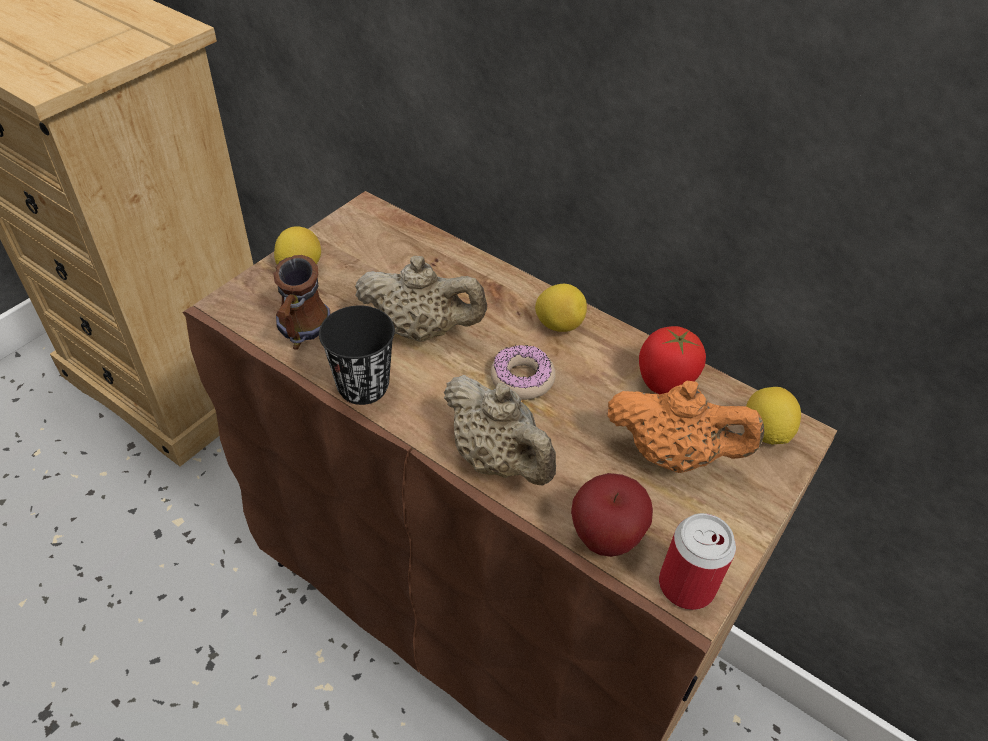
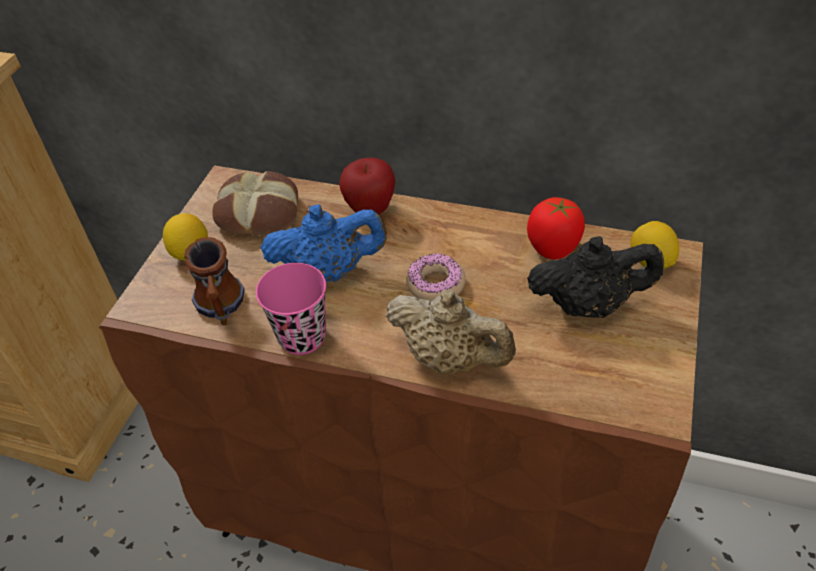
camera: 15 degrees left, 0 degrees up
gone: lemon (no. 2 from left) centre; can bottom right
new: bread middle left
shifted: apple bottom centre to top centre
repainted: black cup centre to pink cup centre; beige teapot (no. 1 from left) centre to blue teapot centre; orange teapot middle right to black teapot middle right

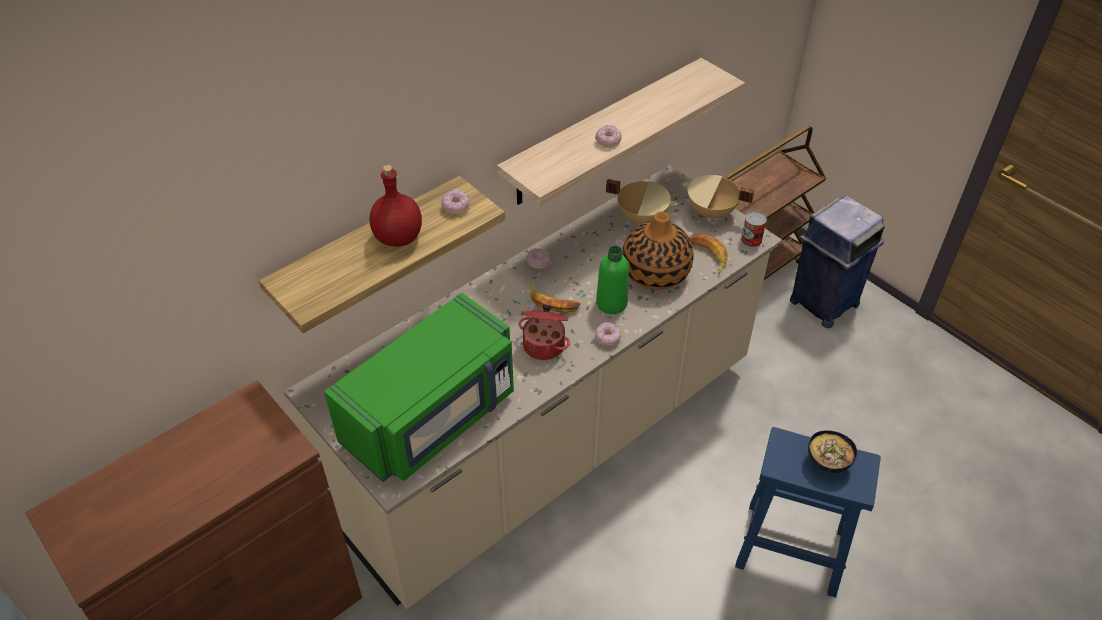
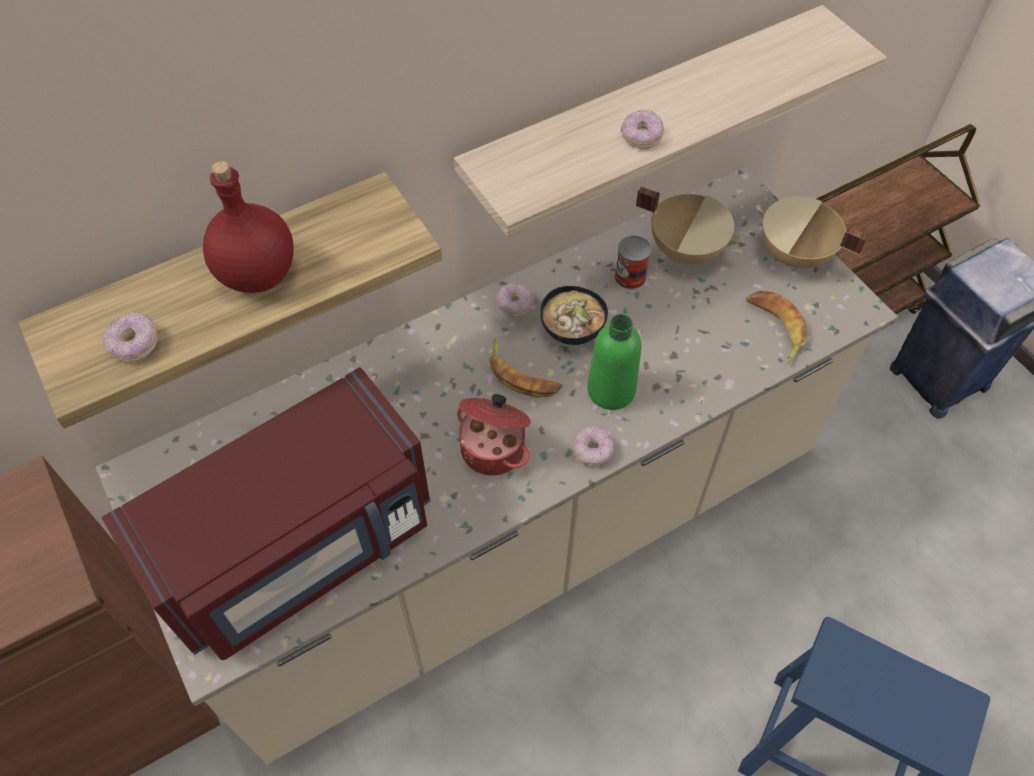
camera: 10 degrees right, 10 degrees up
gone: vase centre
shifted: donut (no. 1 from left) top centre to middle left; can middle right to centre; bowl bottom right to centre
repainted: green microwave centre to red microwave middle left

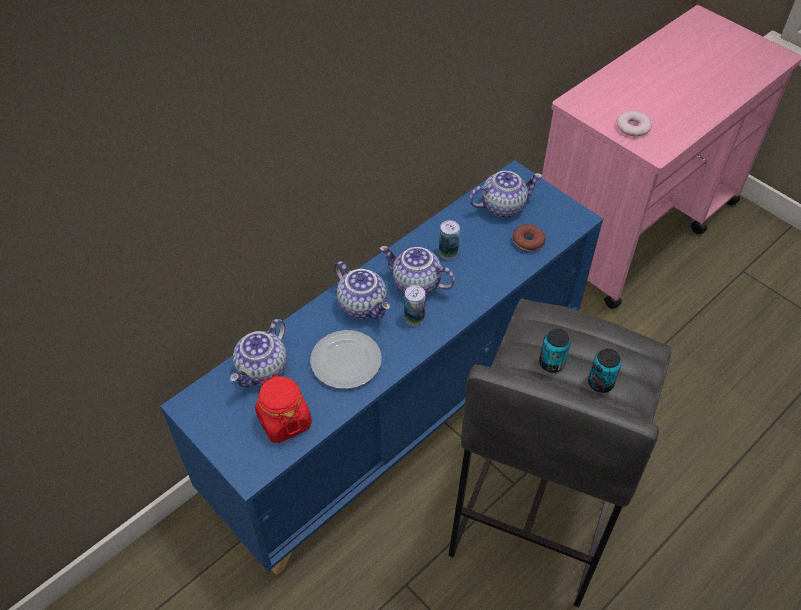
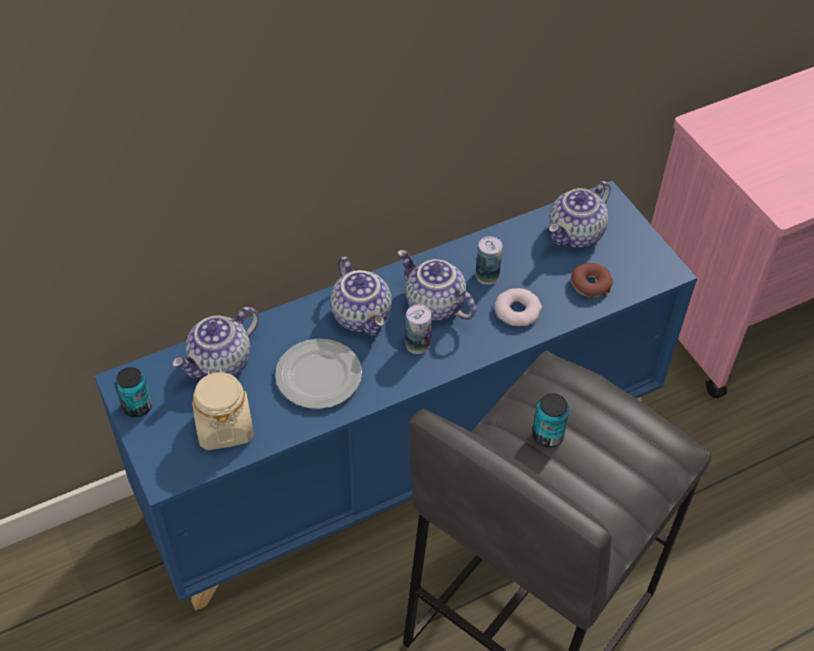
camera: 15 degrees right, 0 degrees up
shifted: can (no. 4 from left in the first image) middle right to can (no. 1 from left) middle left; donut (no. 2 from left in the first image) top right to donut (no. 1 from left) centre
repainted: red jar bottom centre to beige jar middle left
rotated: teapot (no. 4 from left) top centre = top right 135 degrees clockwise

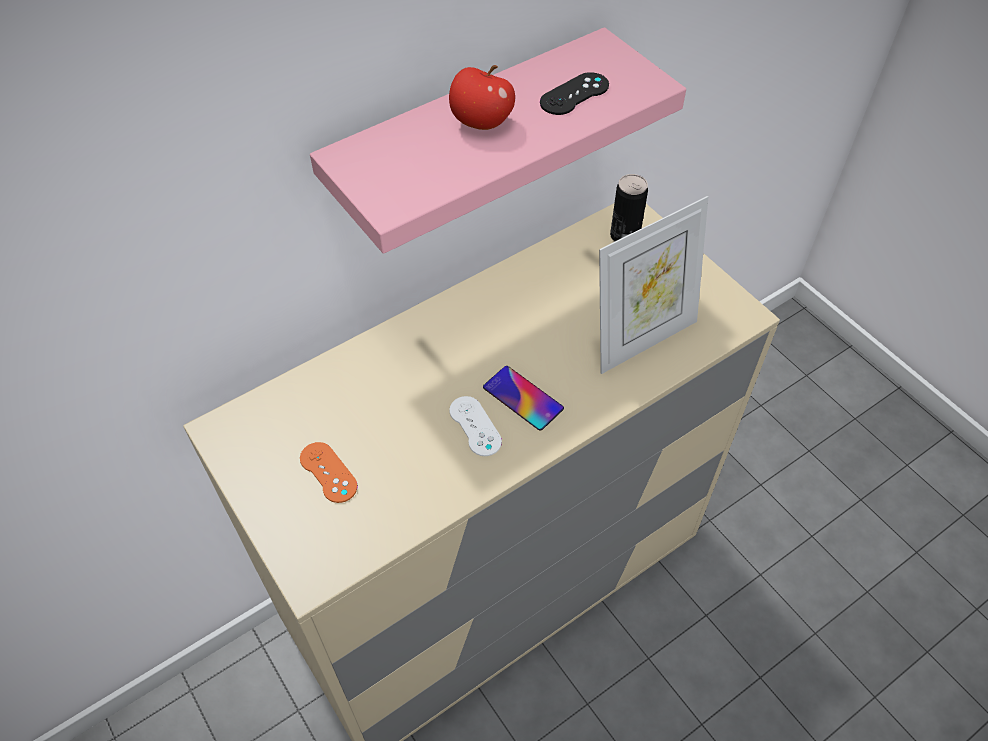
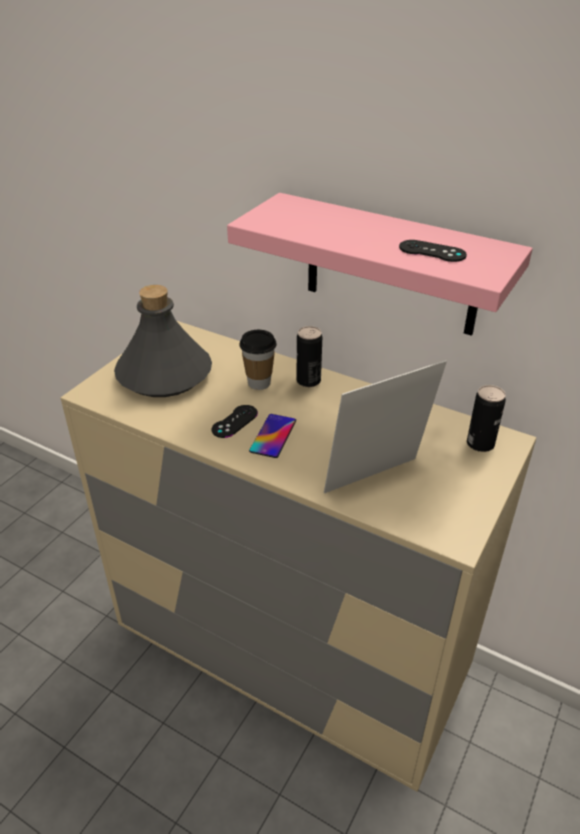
camera: 65 degrees right, 15 degrees down
gone: apple top centre
new: cup centre; can (no. 1 from left) centre
swapped: orange game controller middle left to grey bottle middle left
repainted: white game controller centre to black game controller (no. 1 from left) centre
rotated: picture frame centre = centre 120 degrees clockwise

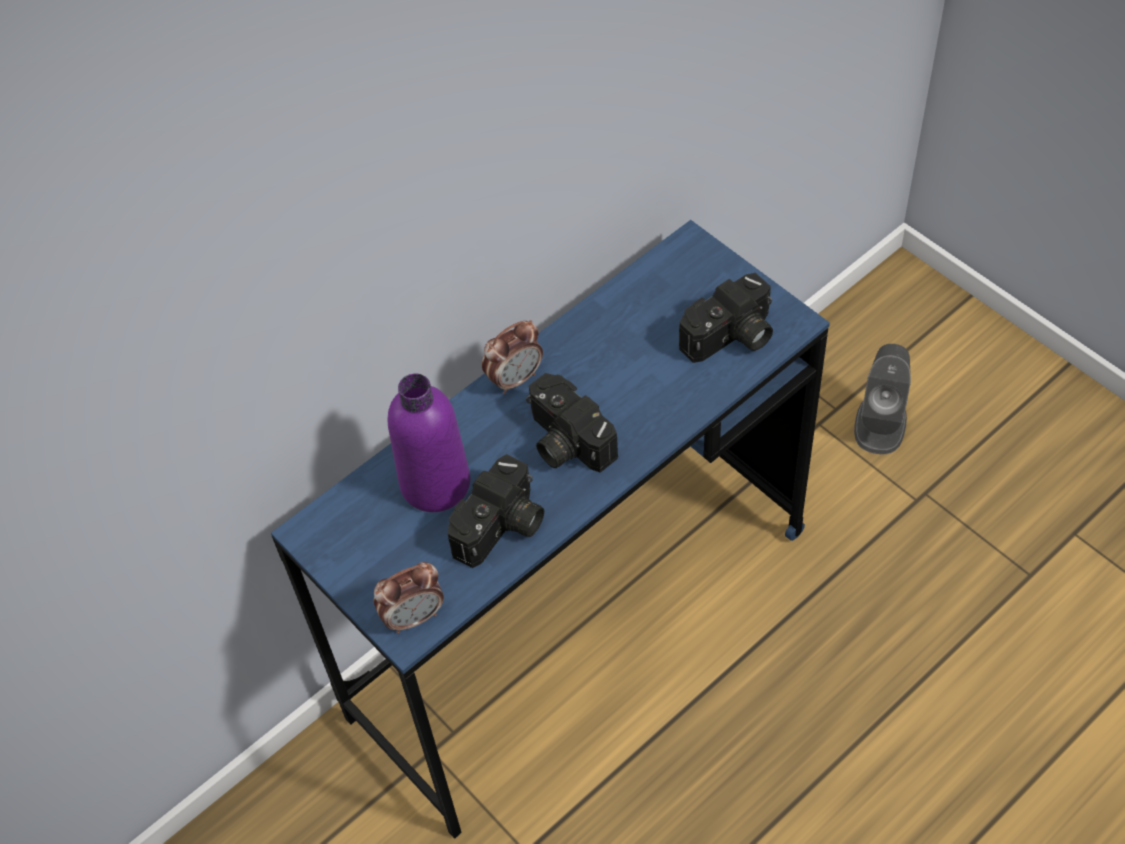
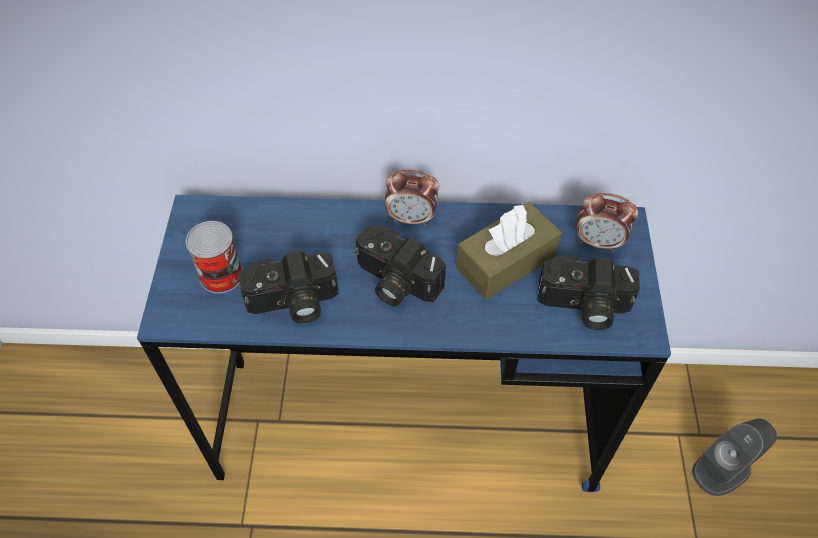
camera: 40 degrees right, 0 degrees up
gone: purple bottle centre
new: can middle left; brown tissue box centre
shifted: alarm clock (no. 1 from left in the first image) bottom centre to alarm clock (no. 2 from left) middle right
rotated: photo camera (no. 2 from left) centre = centre 60 degrees counterclockwise

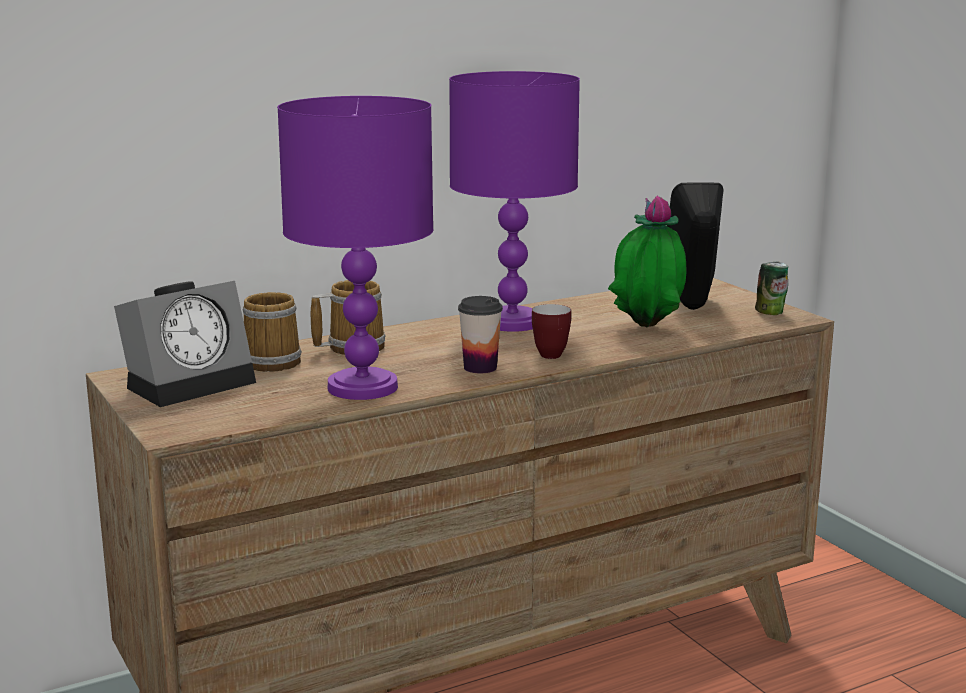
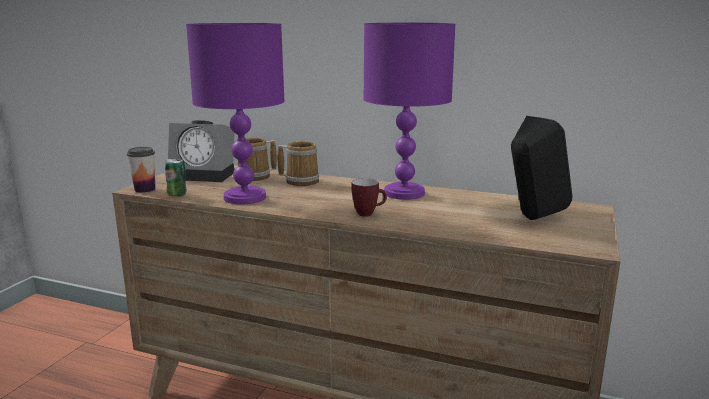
camera: 50 degrees right, 0 degrees up
gone: potted plant middle right
shifted: cup centre to middle left; can middle right to middle left

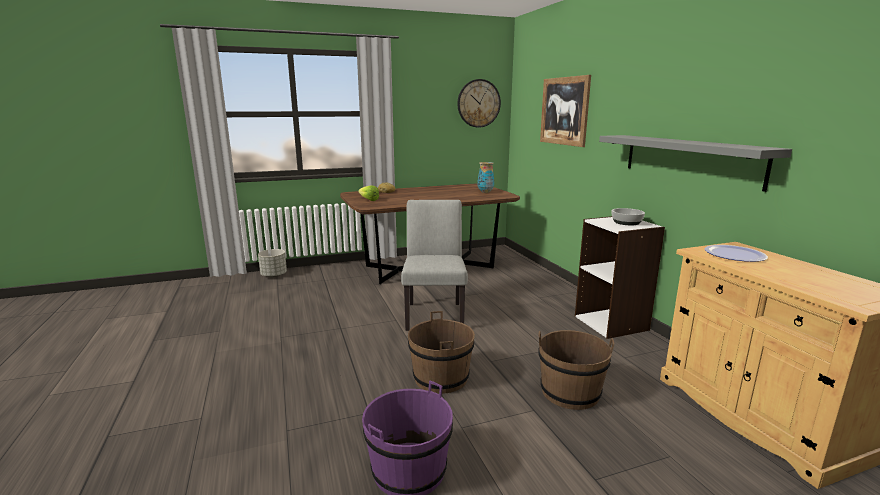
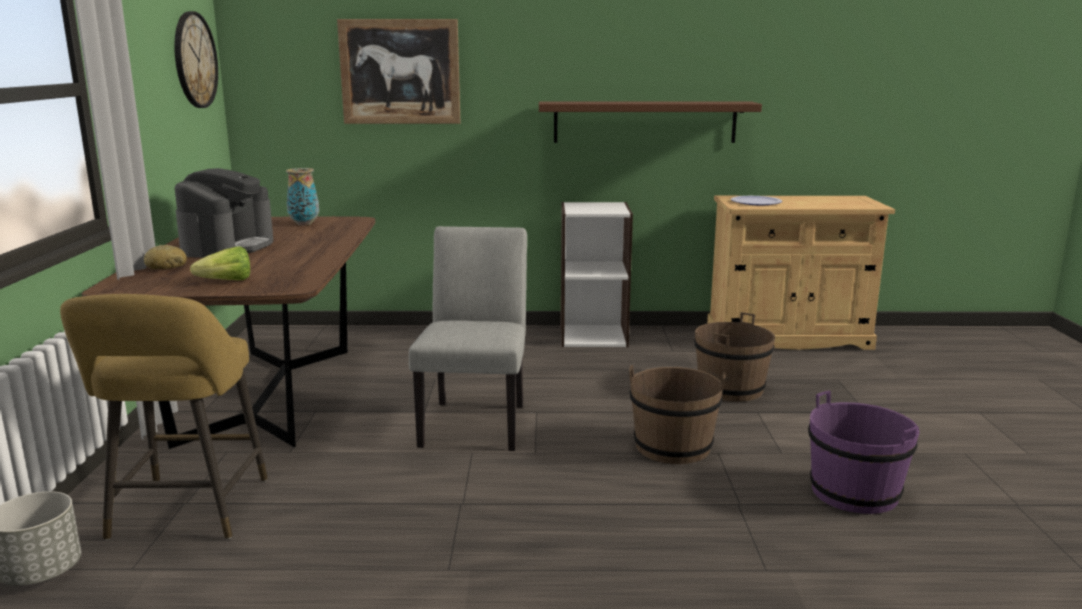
camera: 70 degrees left, 0 degrees up
gone: bowl middle right
new: yellow stool bottom left; coffee machine middle left
repainted: grey shelf top right to brown shelf top centre
rotated: grey chair centre = centre 75 degrees clockwise

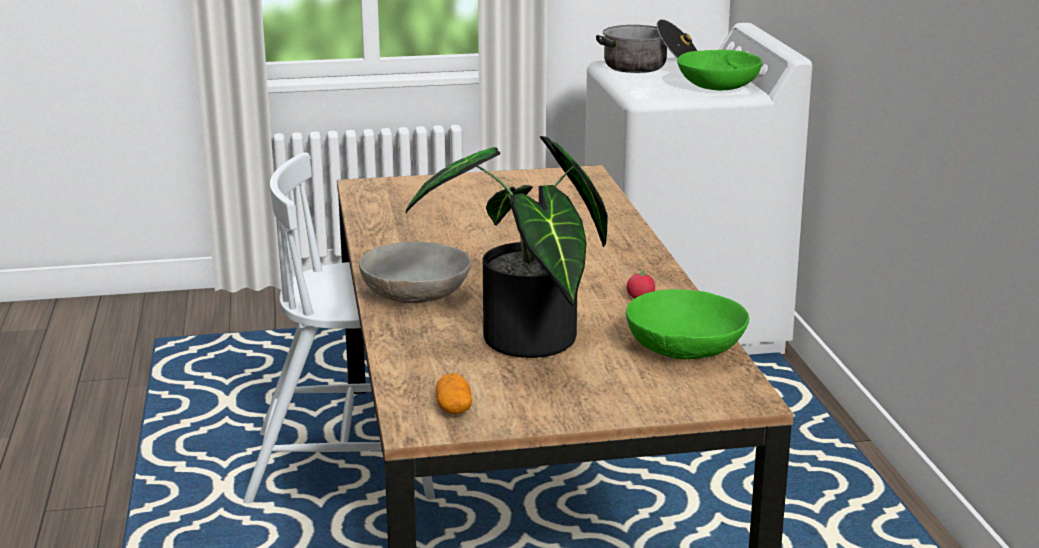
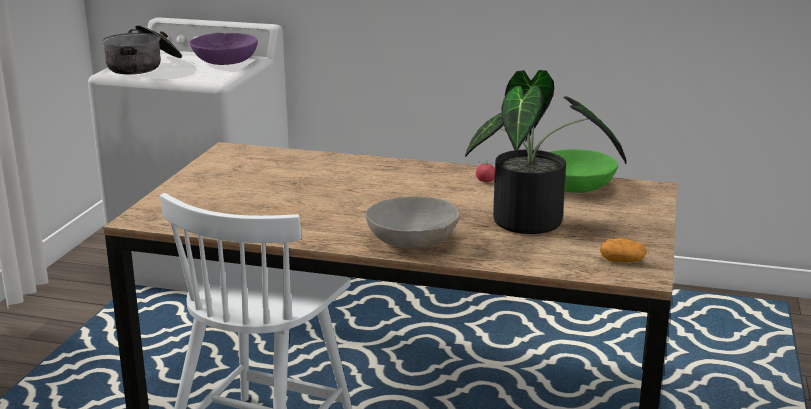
camera: 65 degrees left, 0 degrees up
repainted: green bowl (no. 2 from left) top right to purple bowl top left

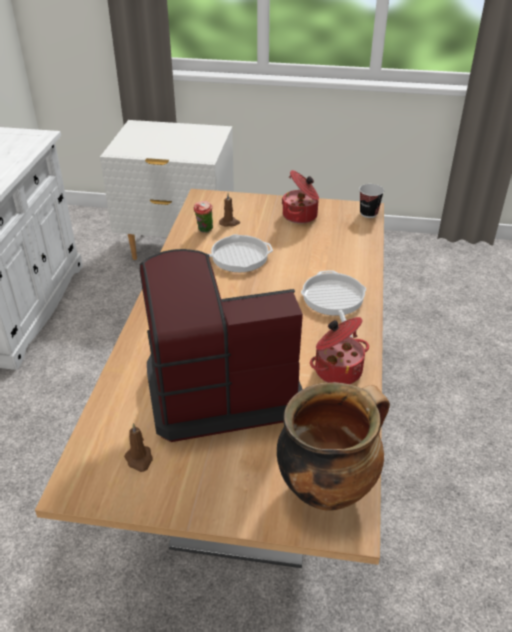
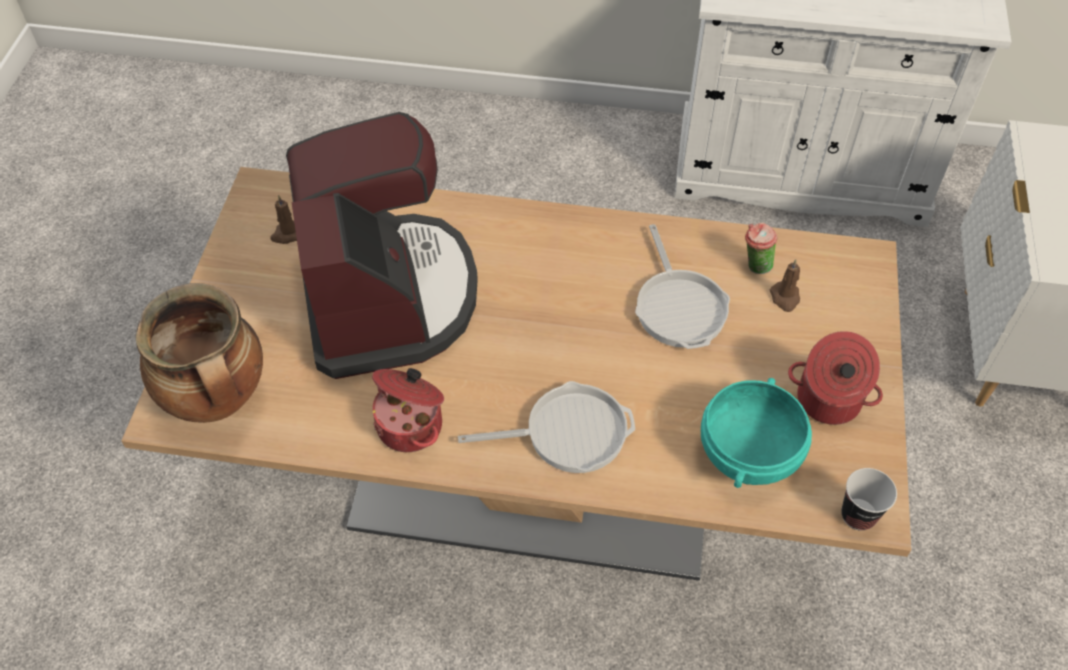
camera: 90 degrees right, 15 degrees up
new: turquoise bowl middle right

